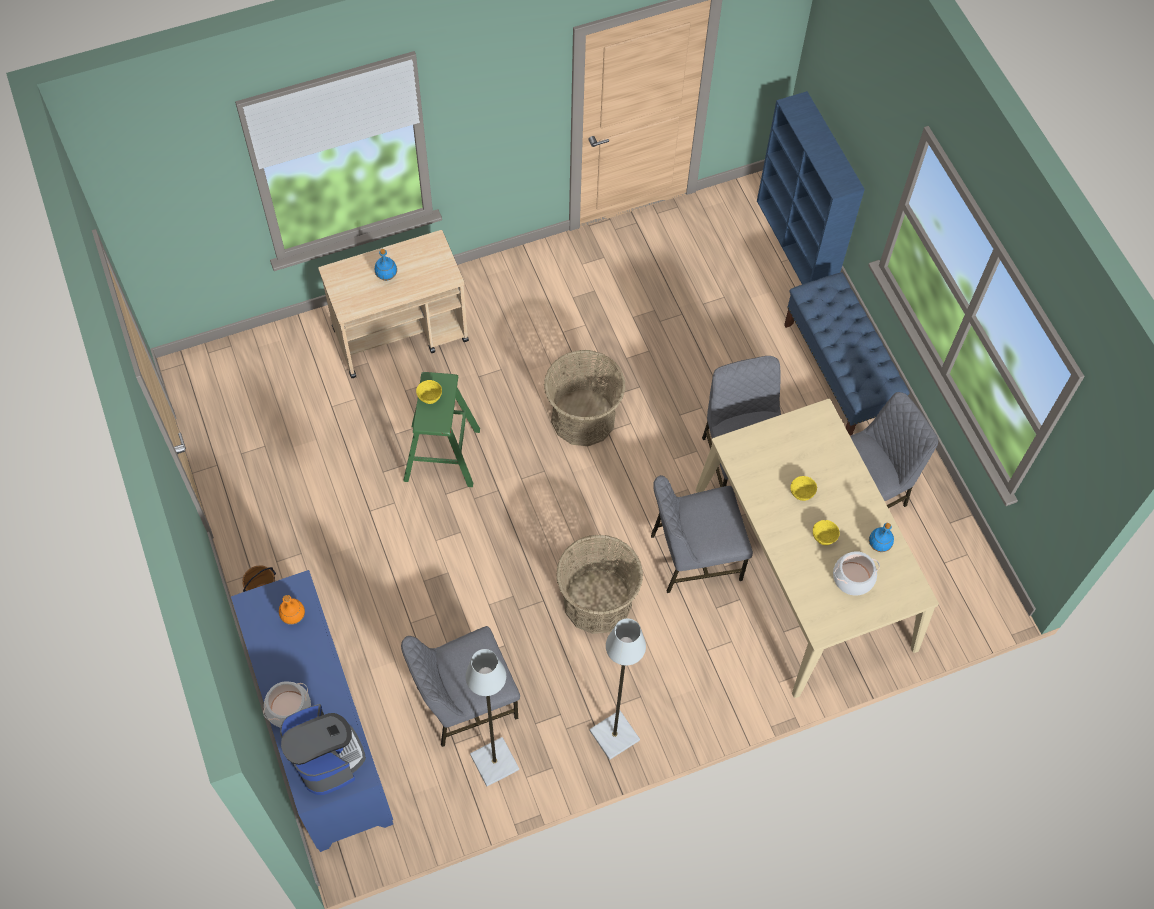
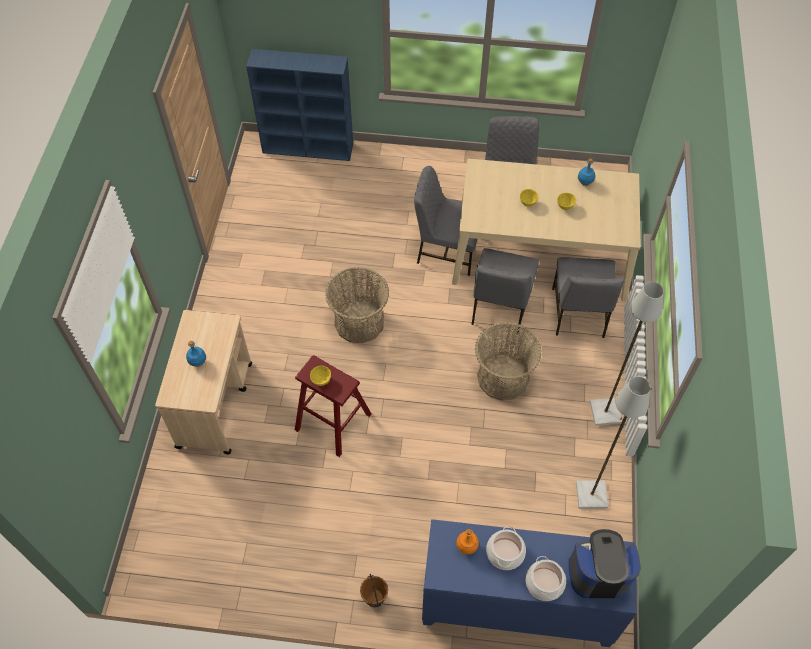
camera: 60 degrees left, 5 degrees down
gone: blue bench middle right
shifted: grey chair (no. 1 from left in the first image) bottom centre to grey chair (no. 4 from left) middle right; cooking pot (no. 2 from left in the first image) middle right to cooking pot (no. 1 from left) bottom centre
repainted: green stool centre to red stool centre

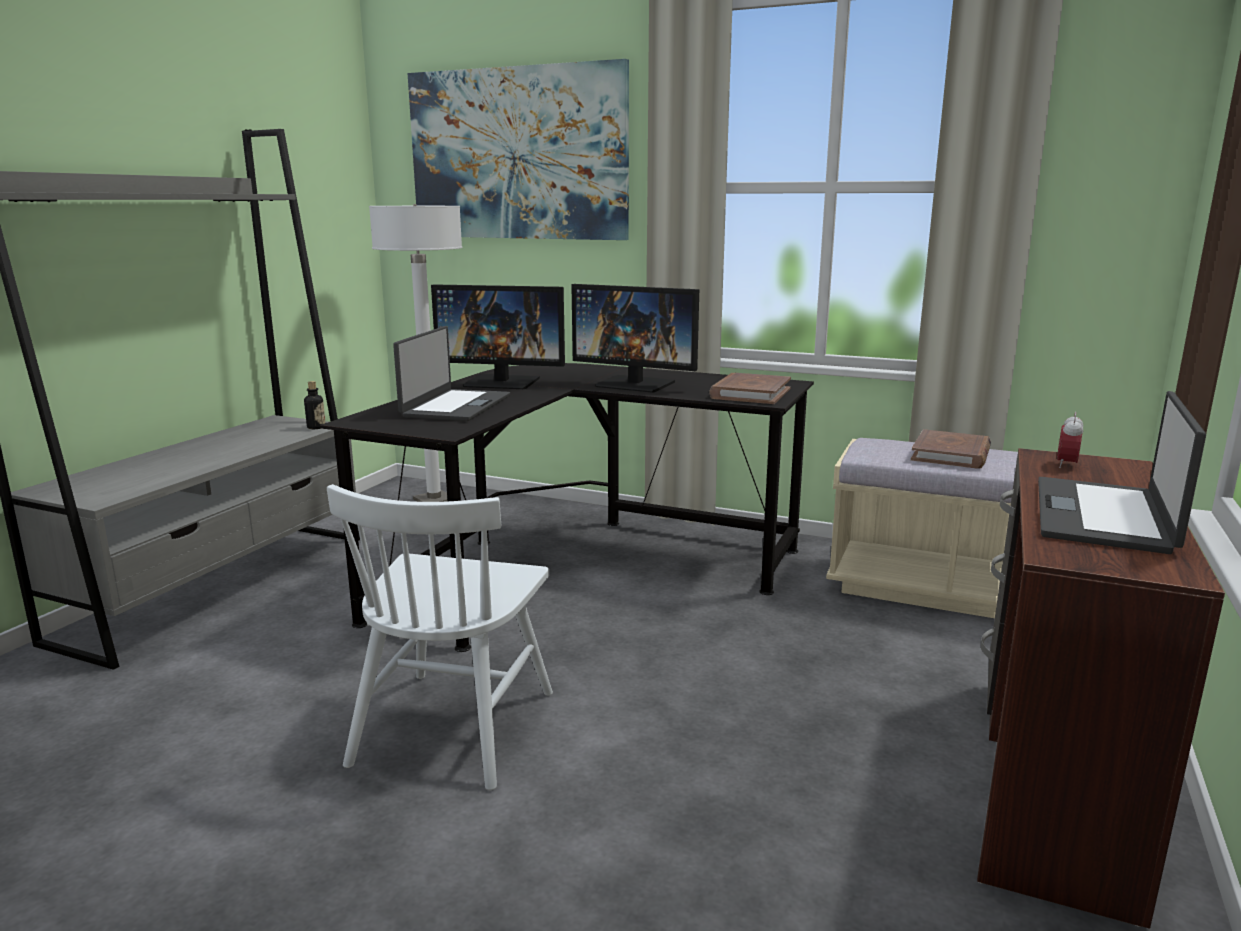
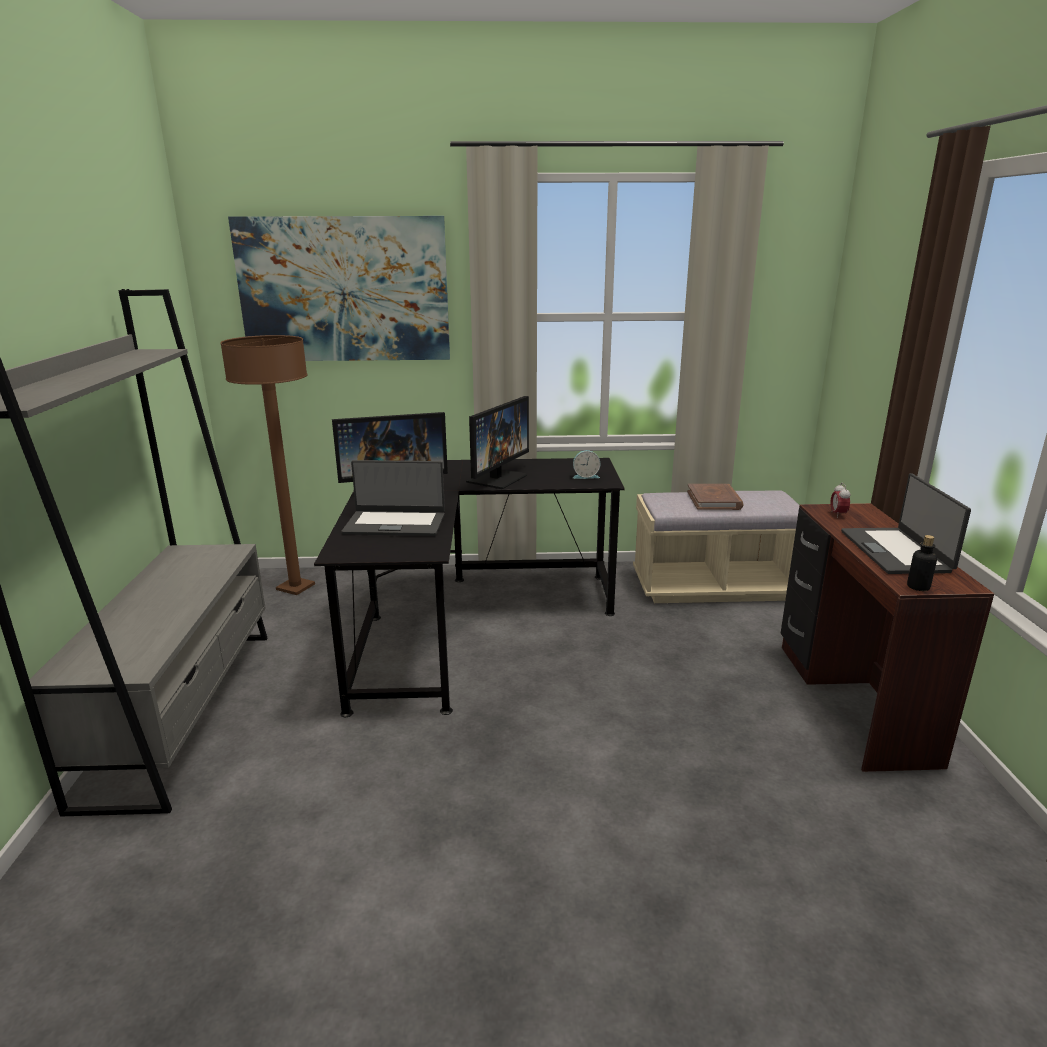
camera: 25 degrees left, 5 degrees up
gone: white chair bottom centre
shifted: bottle middle left to middle right
swapped: brown book (no. 1 from left) centre to alarm clock (no. 1 from left) centre
repainted: white floor lamp centre to brown floor lamp middle left
rotated: laptop (no. 1 from left) centre = centre 105 degrees clockwise; monitor (no. 2 from left) centre = centre 60 degrees counterclockwise

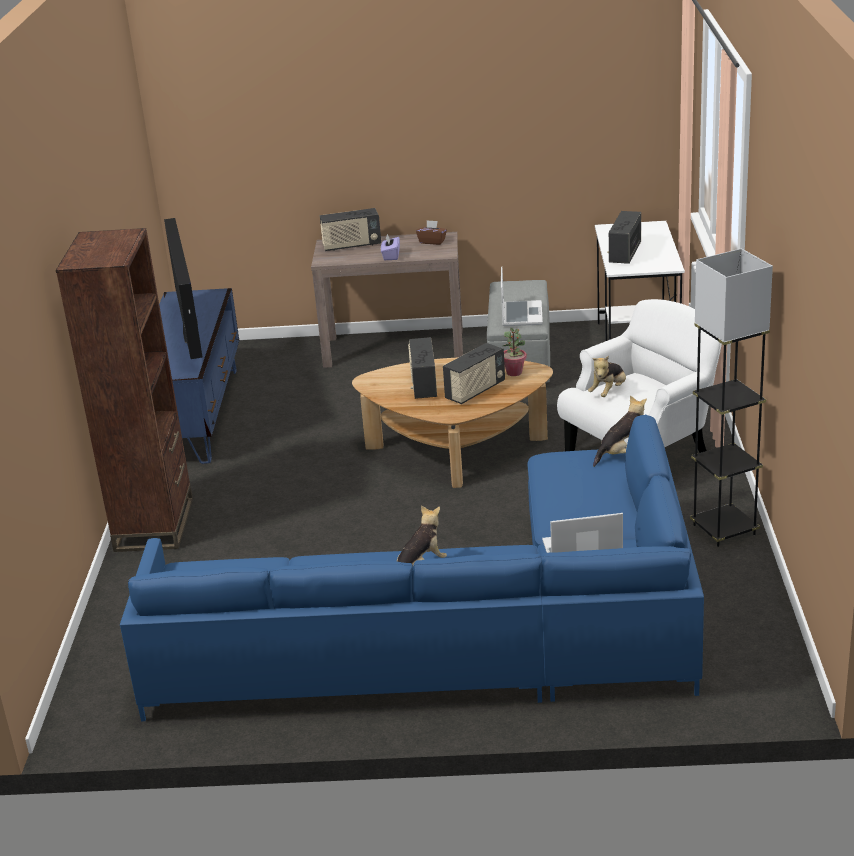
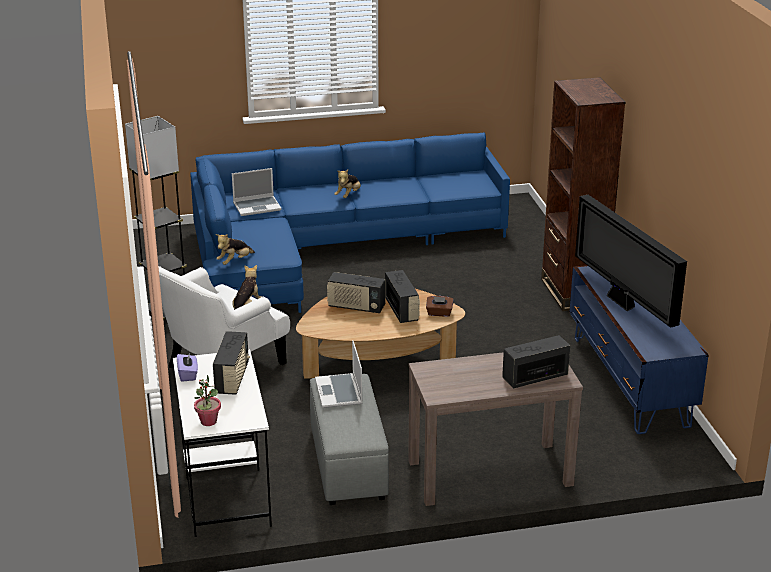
camera: 165 degrees right, 0 degrees up
shifted: purple tissue box top centre to middle left; brown tissue box top centre to centre; potted plant centre to bottom left
rotated: radio (no. 3 from left in the first image) centre = centre 105 degrees counterclockwise

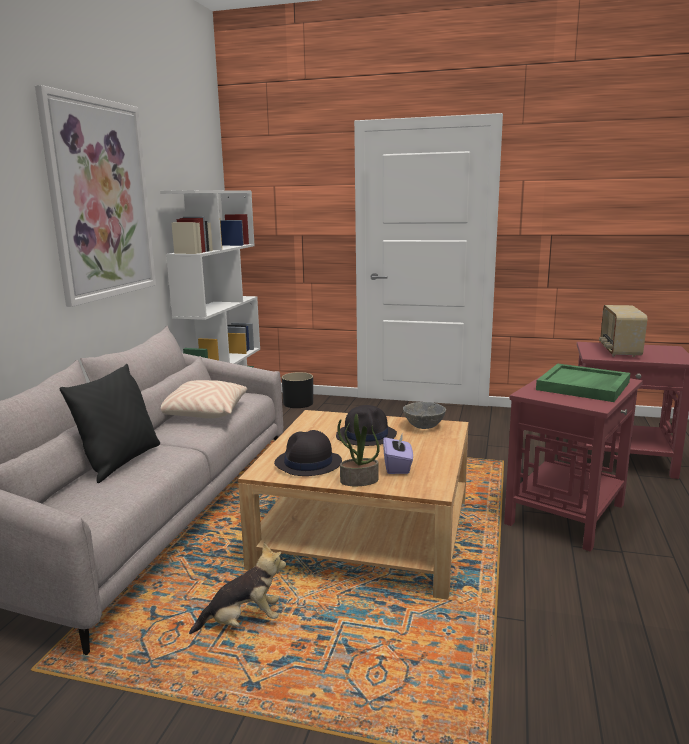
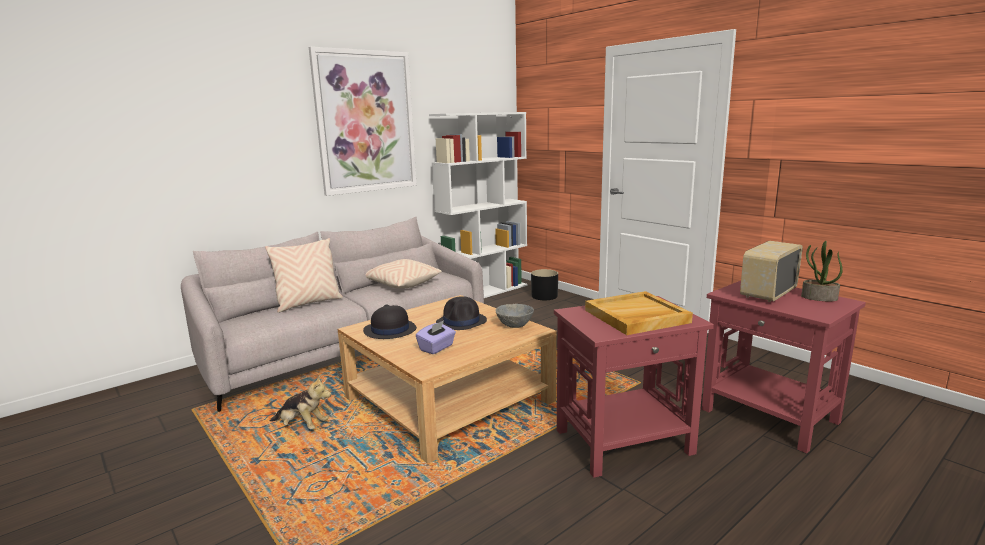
camera: 35 degrees right, 0 degrees up
shifted: potted plant centre to middle right
repainted: black pillow middle left to beige pillow (no. 1 from left) middle left; green tray middle right to beige tray centre

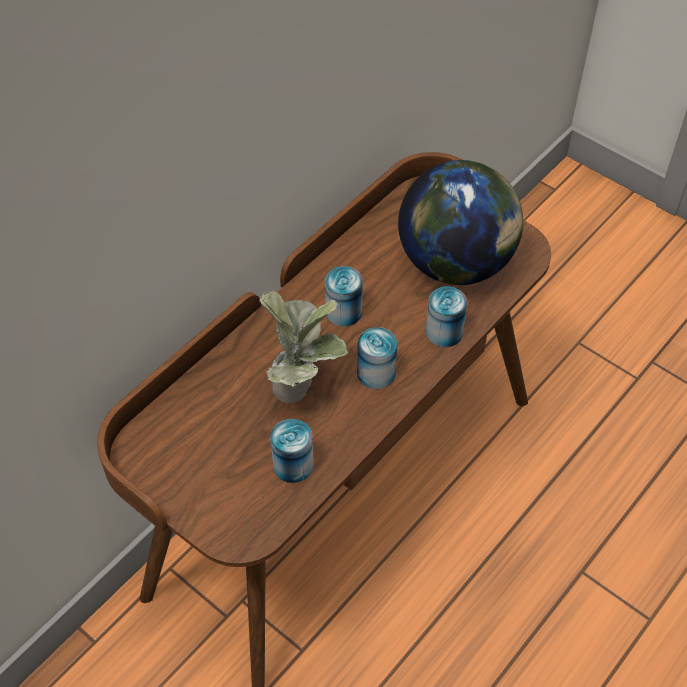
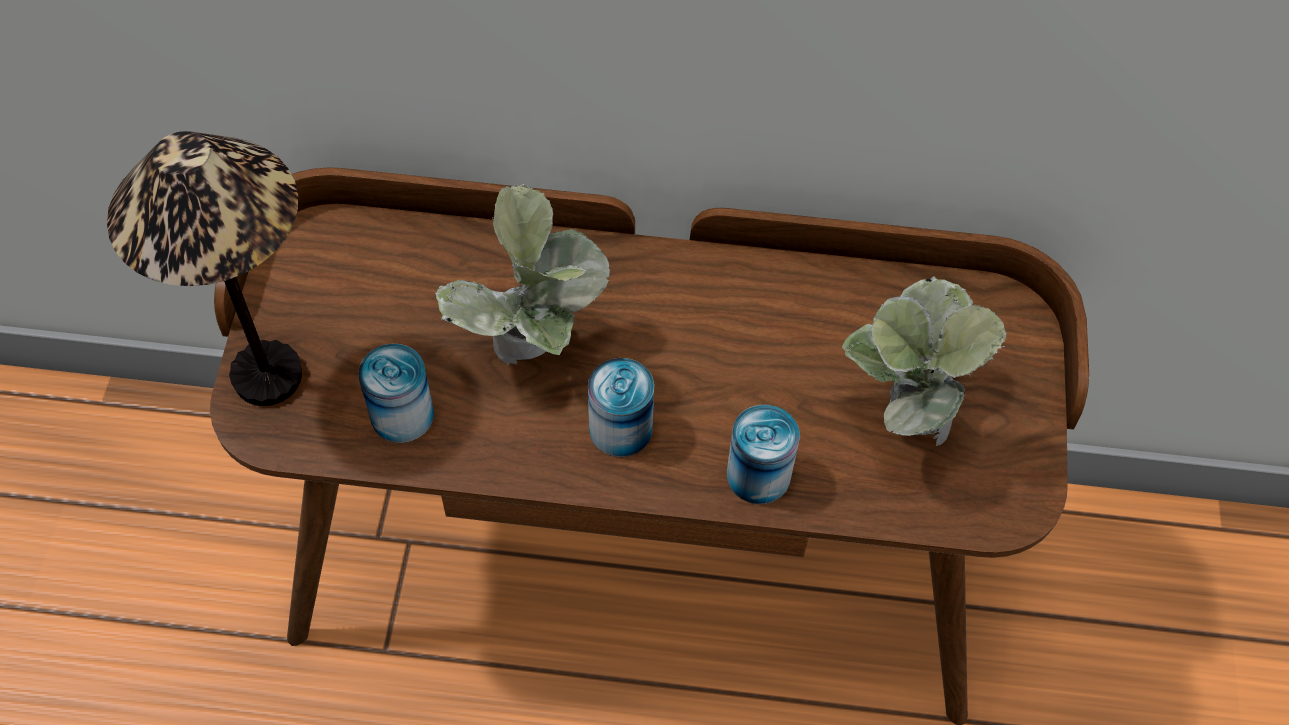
camera: 55 degrees right, 5 degrees up
gone: can (no. 2 from left) centre
new: table lamp middle left
swapped: globe top right to potted plant (no. 2 from left) middle right

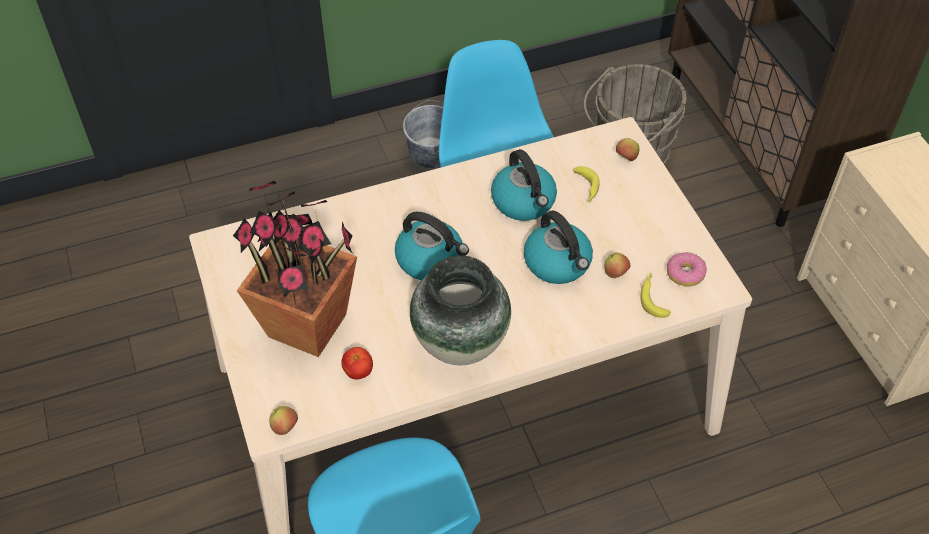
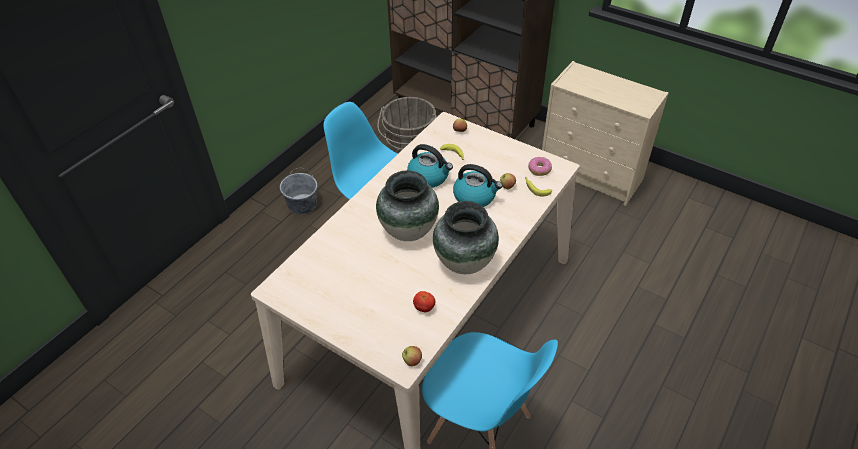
camera: 35 degrees left, 5 degrees down
gone: potted plant middle left
swapped: kettle (no. 1 from left) centre to vase (no. 1 from left) centre

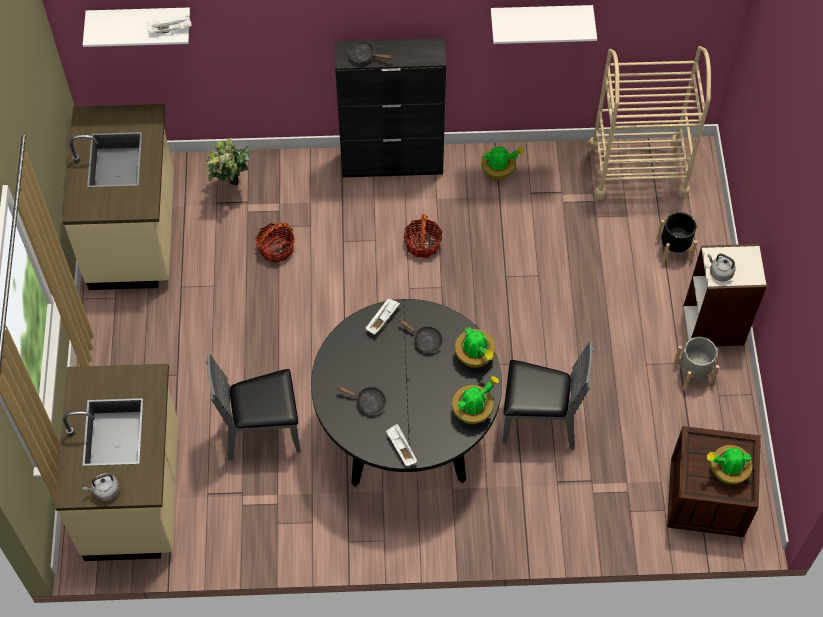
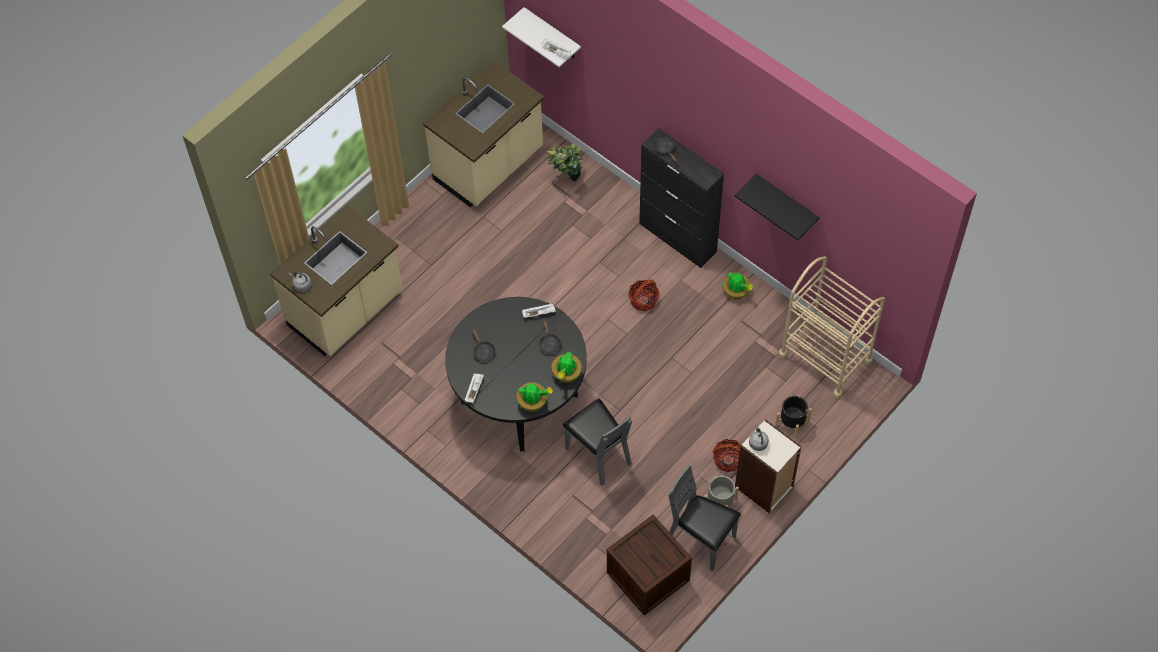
camera: 45 degrees right, 0 degrees up
gone: potted plant (no. 5 from left) bottom right
shifted: grey chair (no. 1 from left in the first image) middle left to grey chair (no. 2 from left) bottom centre; basket (no. 1 from left in the first image) centre to basket (no. 2 from left) bottom centre
repainted: white shelf (no. 2 from left) top centre to black shelf top right

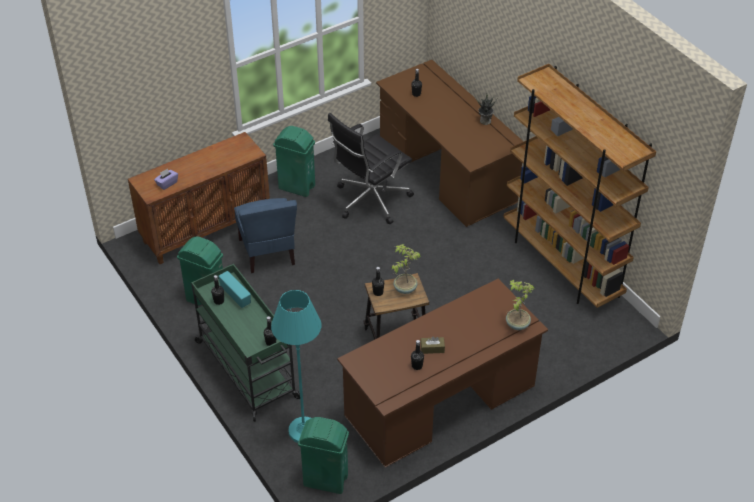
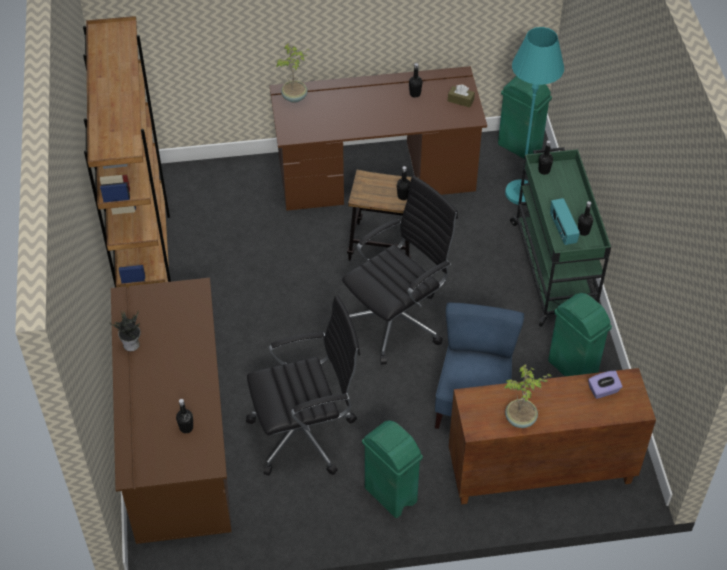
camera: 155 degrees left, 5 degrees up
new: black office chair (no. 2 from left) centre
shifted: potted plant (no. 1 from left in the first image) centre to potted plant (no. 3 from left) bottom right; brown tissue box bottom centre to top centre

